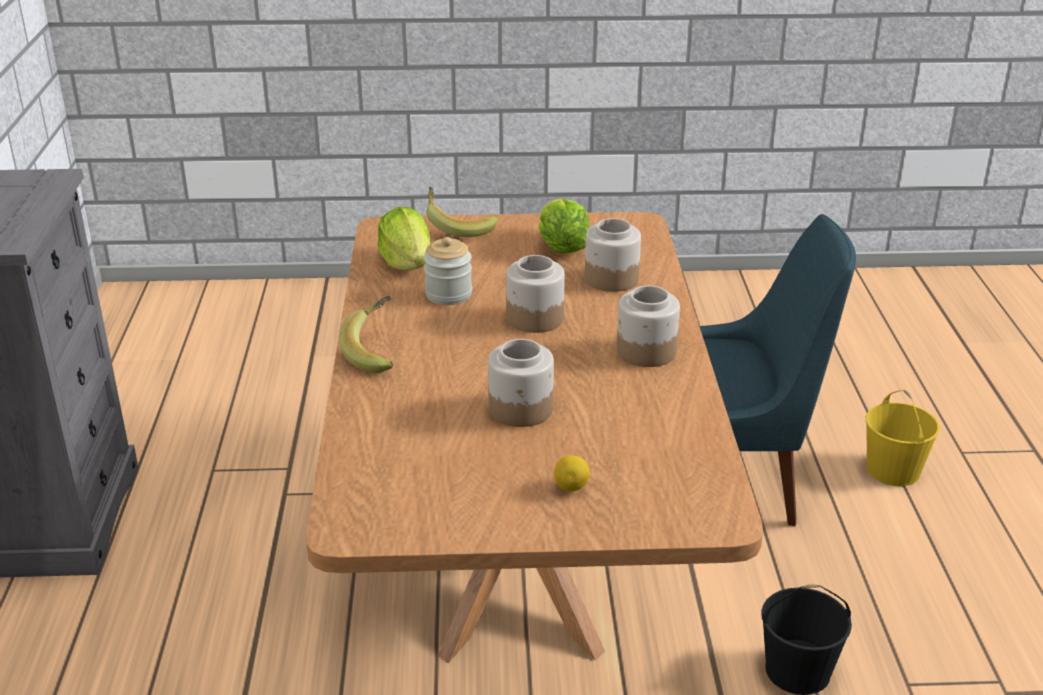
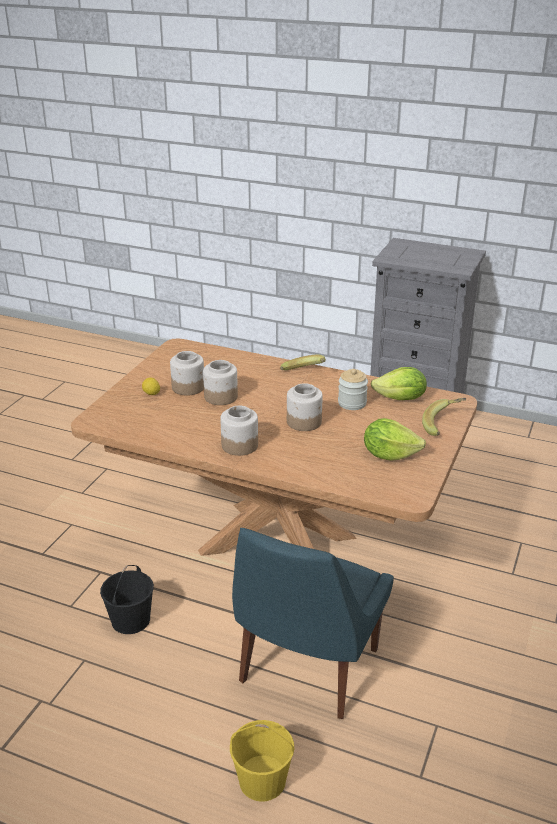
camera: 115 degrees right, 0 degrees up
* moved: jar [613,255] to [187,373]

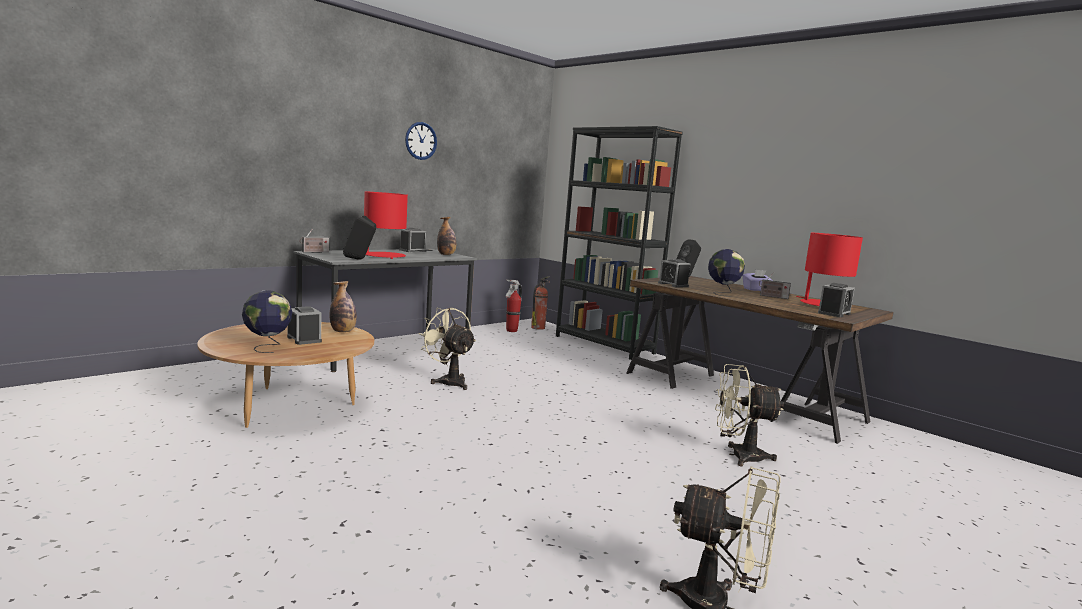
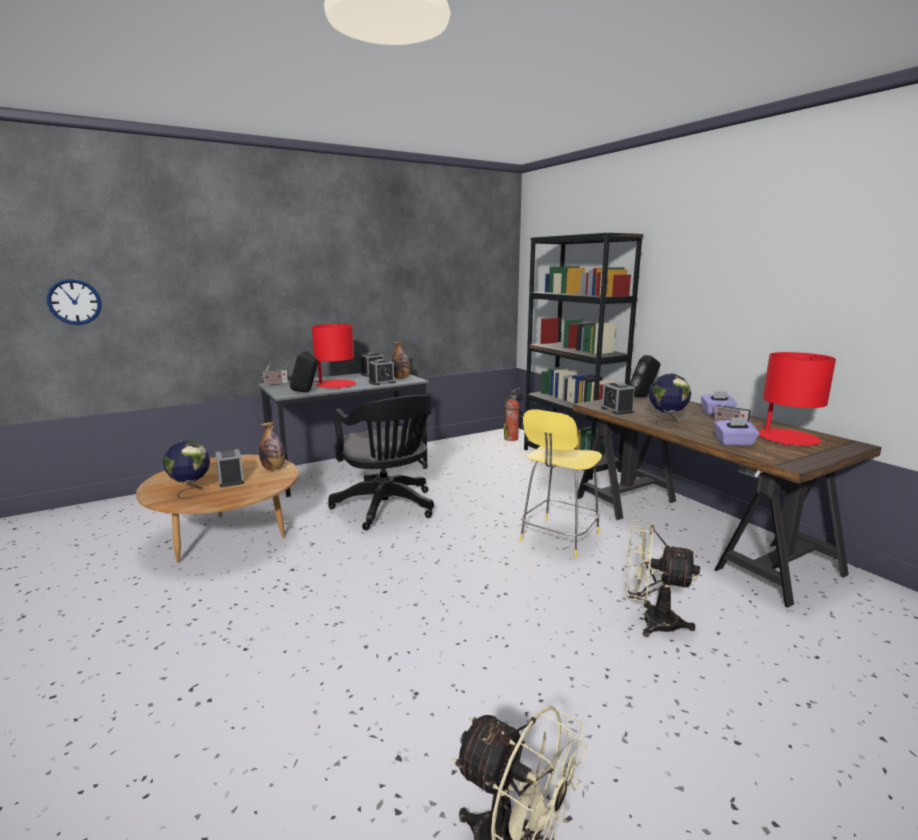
camera: 15 degrees right, 5 degrees up
* moved: wall clock [421,141] to [74,302]
* removed: fire extinguisher [513,305]
* moved: alarm clock [836,300] to [382,372]
* replaced: fan/beige [447,349] to office chair/blackish [381,462]
* added: sitting stool/yellow-coloured [561,483]
* added: tissue box/purple-coloured [737,431]

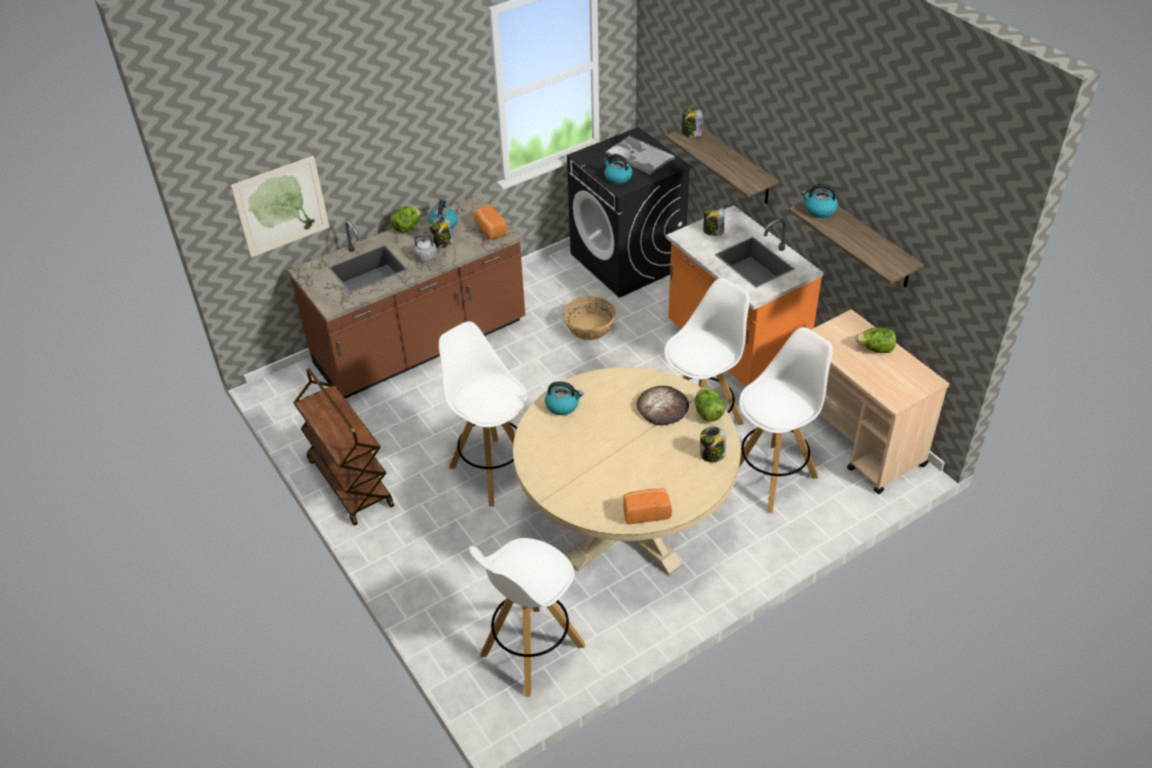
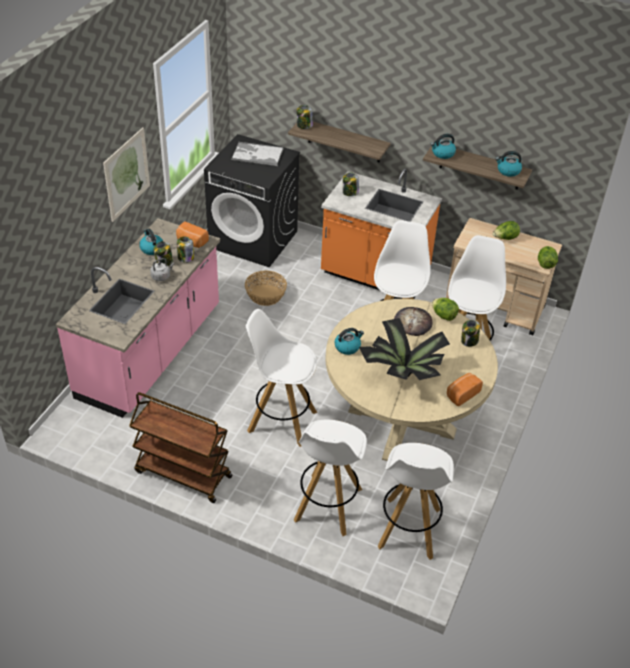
camera: 35 degrees left, 0 degrees up
* moved: tea kettle [618,169] to [508,164]
* moved: picture [280,207] to [126,174]
* recoloured: kitchen counter/brown [406,297] to kitchen counter/pink [138,318]
* moved: head of lettuce [405,219] to [548,257]
* added: jar [185,249]
* added: potted plant [404,349]
* added: sitting stool/white-coloured [330,478]

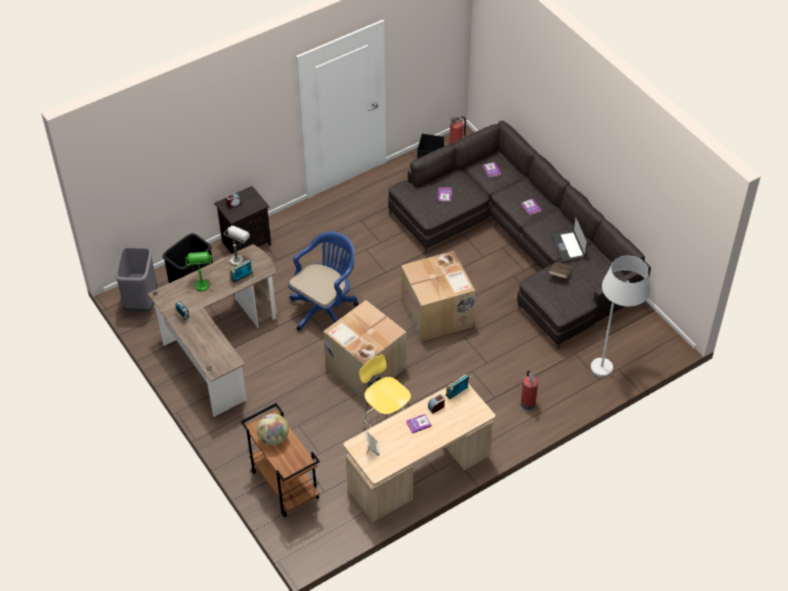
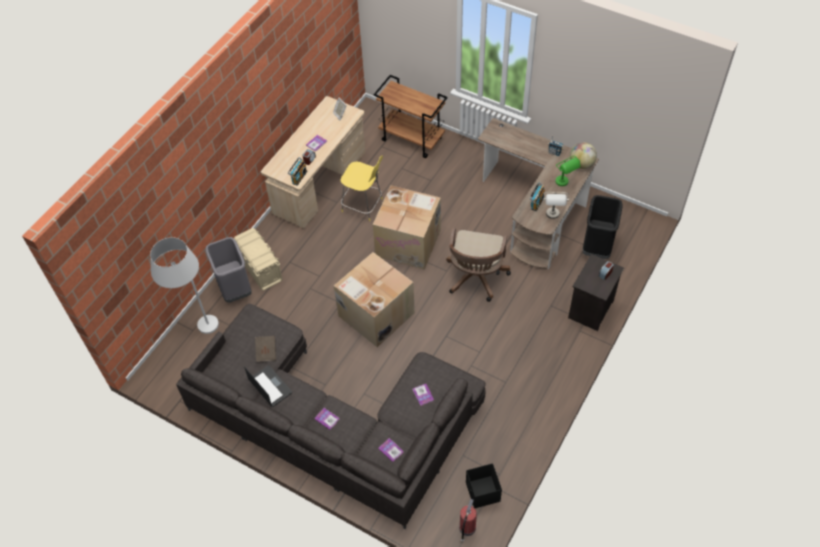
camera: 155 degrees right, 5 degrees up
* recoloured: office chair/bluish [323,281] to office chair/brown [478,264]
* moved: rubbish bin/grey [136,279] to [228,270]
* replaced: fire extinguisher [529,390] to storage box/beige [258,259]
* moved: desk globe [273,430] to [583,155]

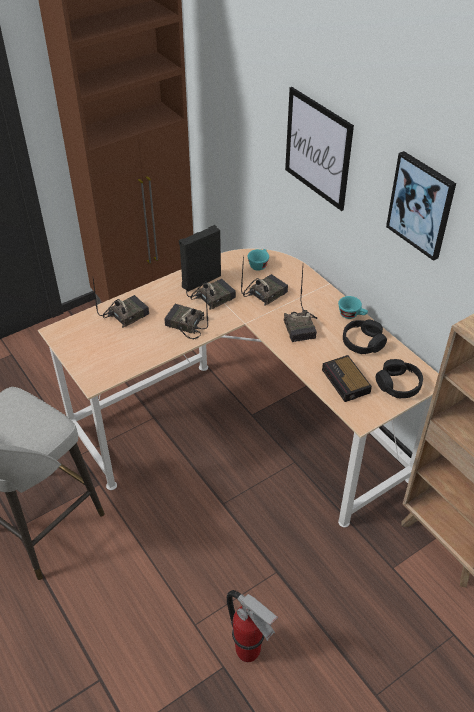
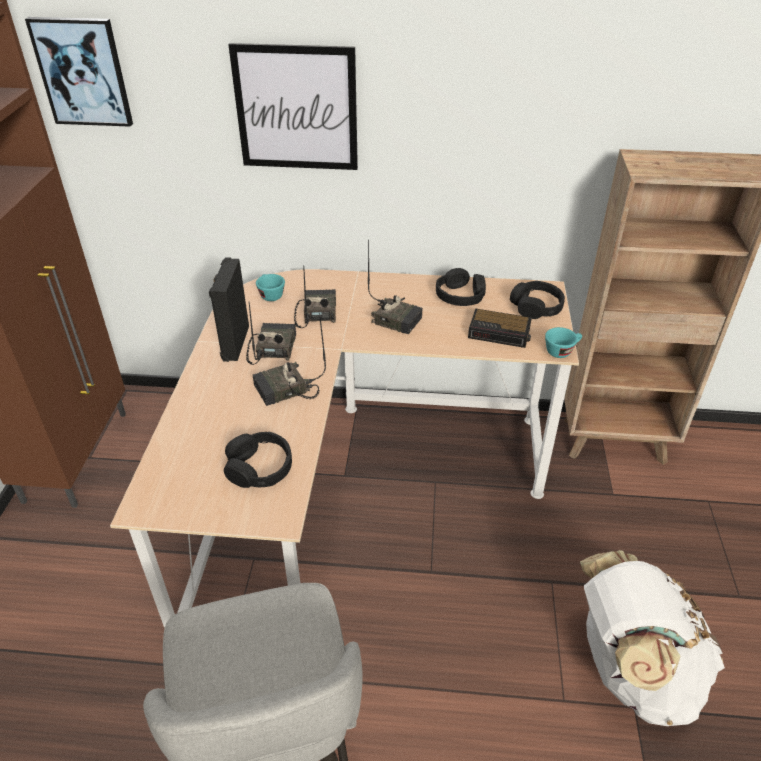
camera: 50 degrees left, 5 degrees down
* moved: picture [421,206] to [79,72]
* removed: radio [121,303]
* moved: cup/turquoise-coloured [353,307] to [563,342]
* replaced: fire extinguisher [252,626] to backpack/white-coloured [652,638]
* added: headset/blackish [258,460]

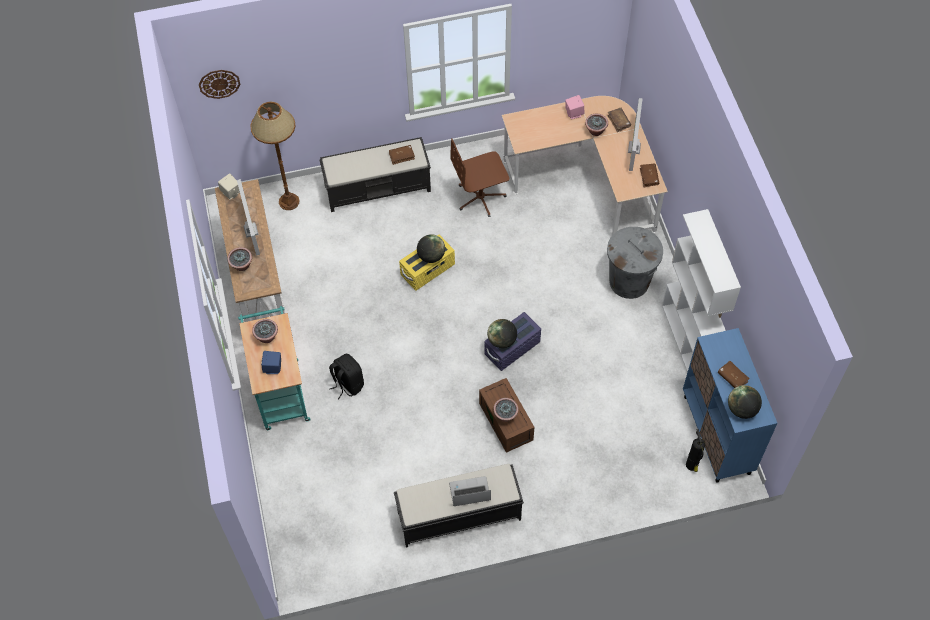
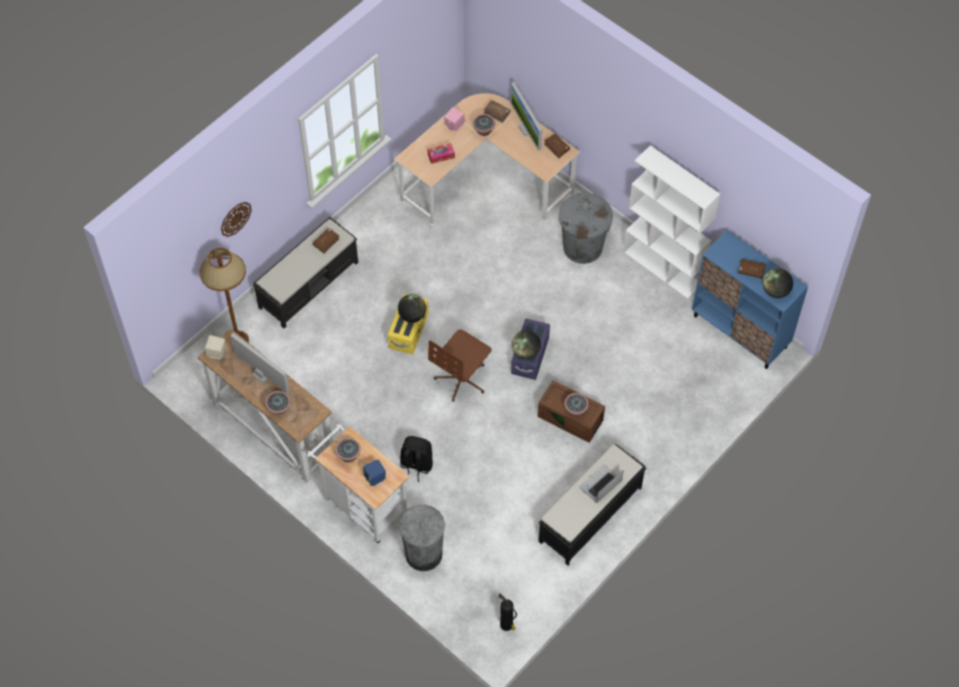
camera: 35 degrees left, 0 degrees up
* moved: wall clock [219,84] to [236,219]
* moved: office chair/brown [479,177] to [460,366]
* recoloured: cart/turquoise-coloured [274,368] to cart/white-coloured [358,484]
* moved: fire extinguisher [695,450] to [507,612]
* added: tissue box [441,153]
* added: rubbish bin/grey [422,538]

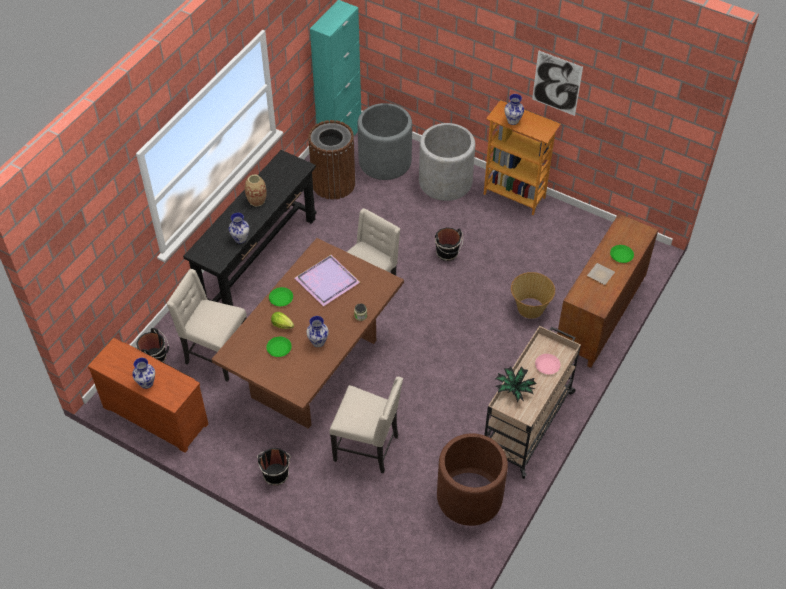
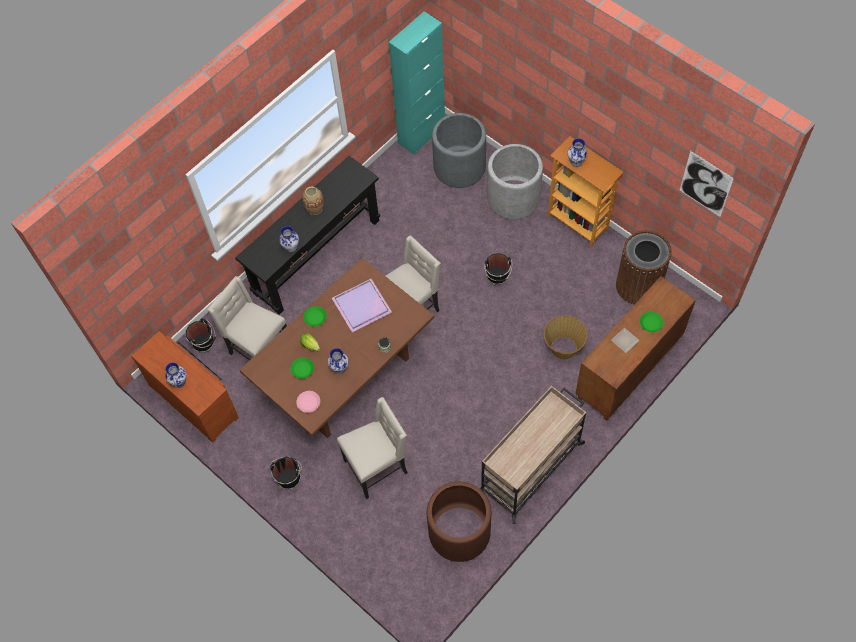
camera: 15 degrees right, 10 degrees up
* moved: picture [557,83] to [707,184]
* moved: rubbish bin/brown [331,160] to [644,267]
* moved: dinner plate/pink [547,364] to [308,402]
* removed: potted plant [515,384]
* turned: chair/beige [366,425] = [372,448] 60 degrees counterclockwise

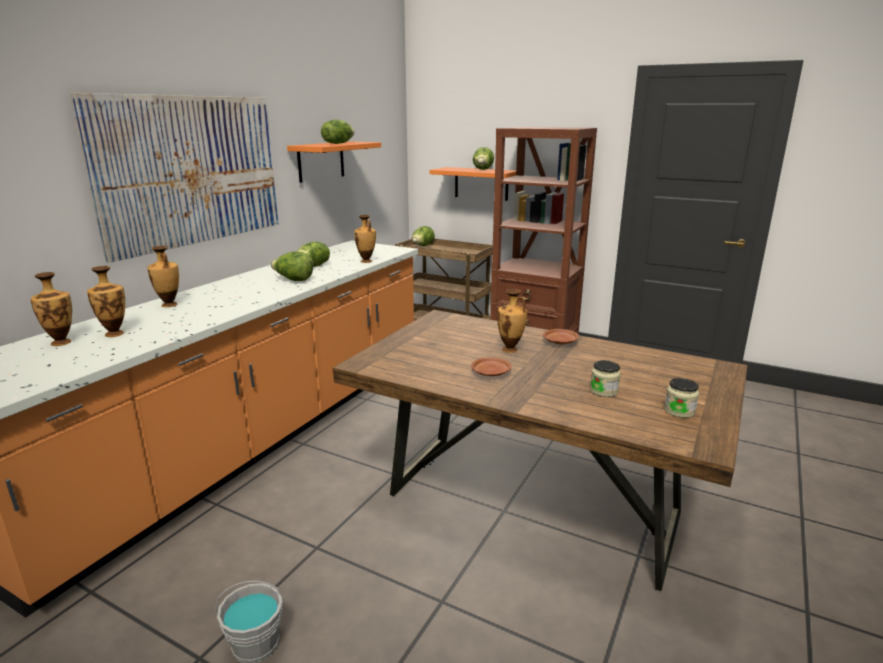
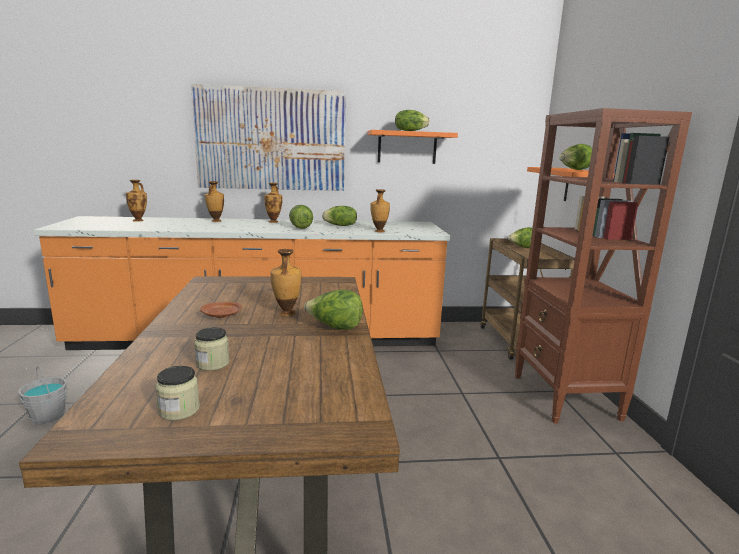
camera: 55 degrees right, 5 degrees down
* moved: flower vase [106,301] to [273,203]
* replaced: dinner plate/brown [561,336] to head of lettuce [333,310]

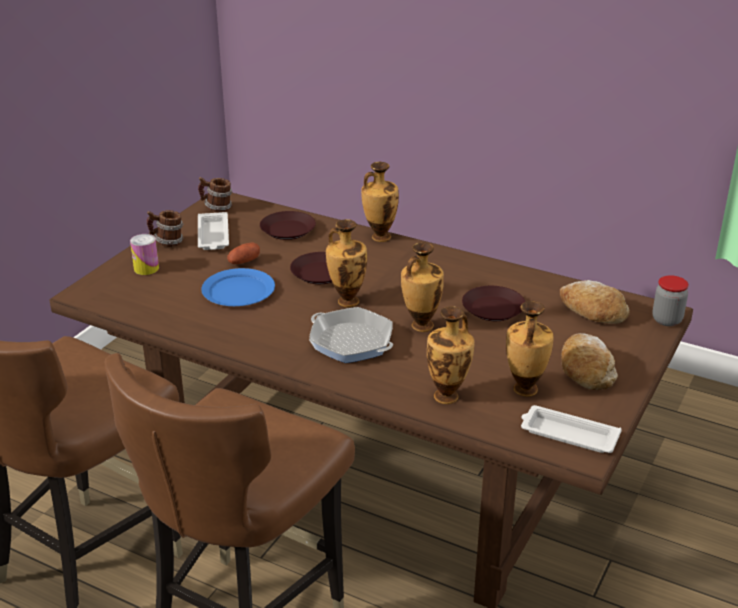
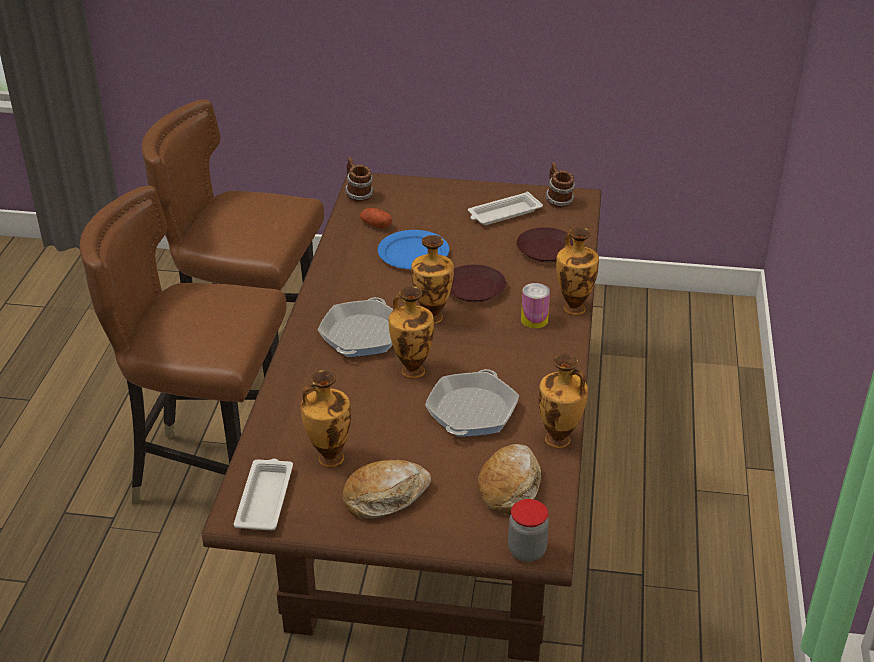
camera: 70 degrees right, 5 degrees up
* moved: tea mug [165,228] to [359,179]
* moved: metal can [144,254] to [535,306]
* moved: whole potato [243,253] to [376,218]
* replaced: dinner plate/brown [494,303] to pan [472,403]
* moved: flower vase [451,355] to [563,401]

